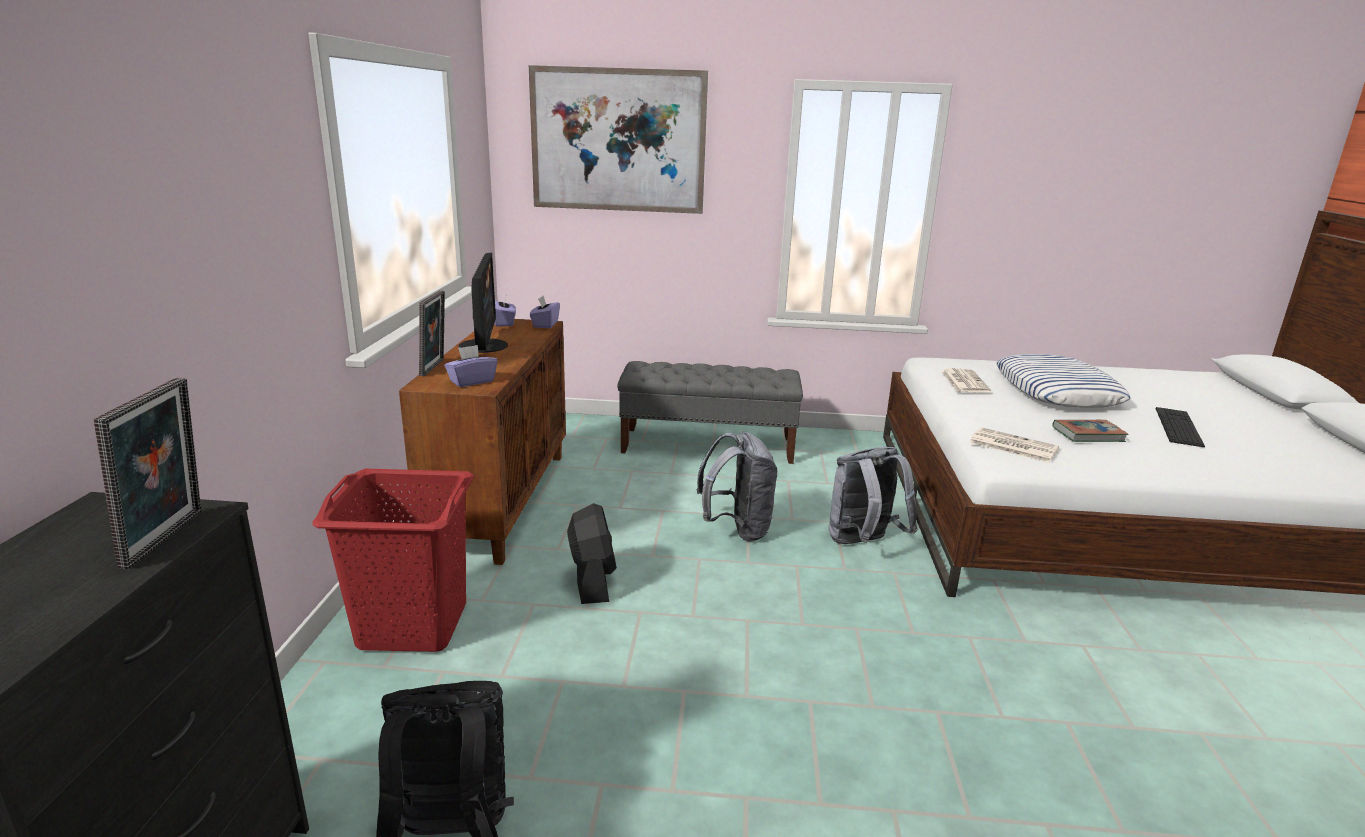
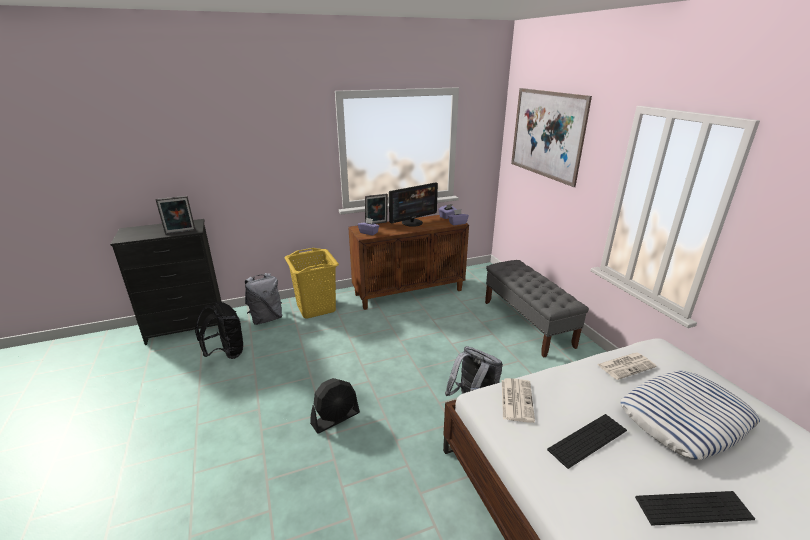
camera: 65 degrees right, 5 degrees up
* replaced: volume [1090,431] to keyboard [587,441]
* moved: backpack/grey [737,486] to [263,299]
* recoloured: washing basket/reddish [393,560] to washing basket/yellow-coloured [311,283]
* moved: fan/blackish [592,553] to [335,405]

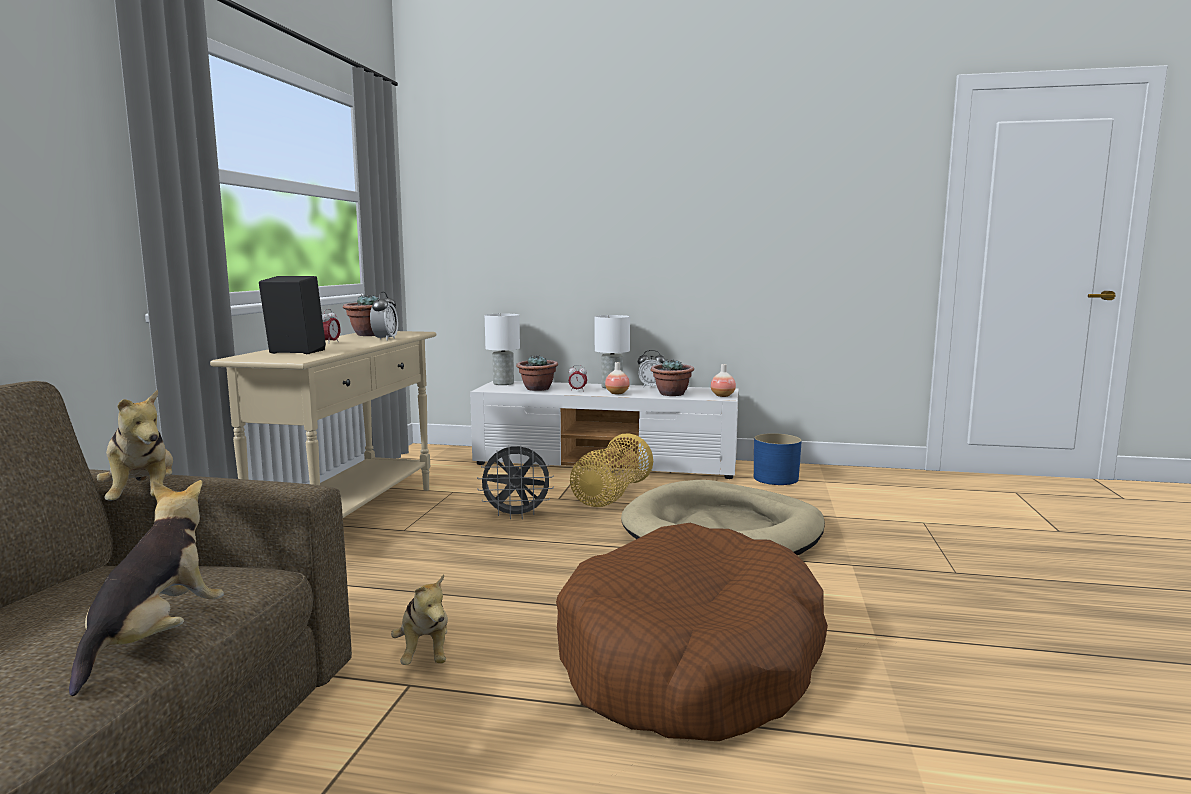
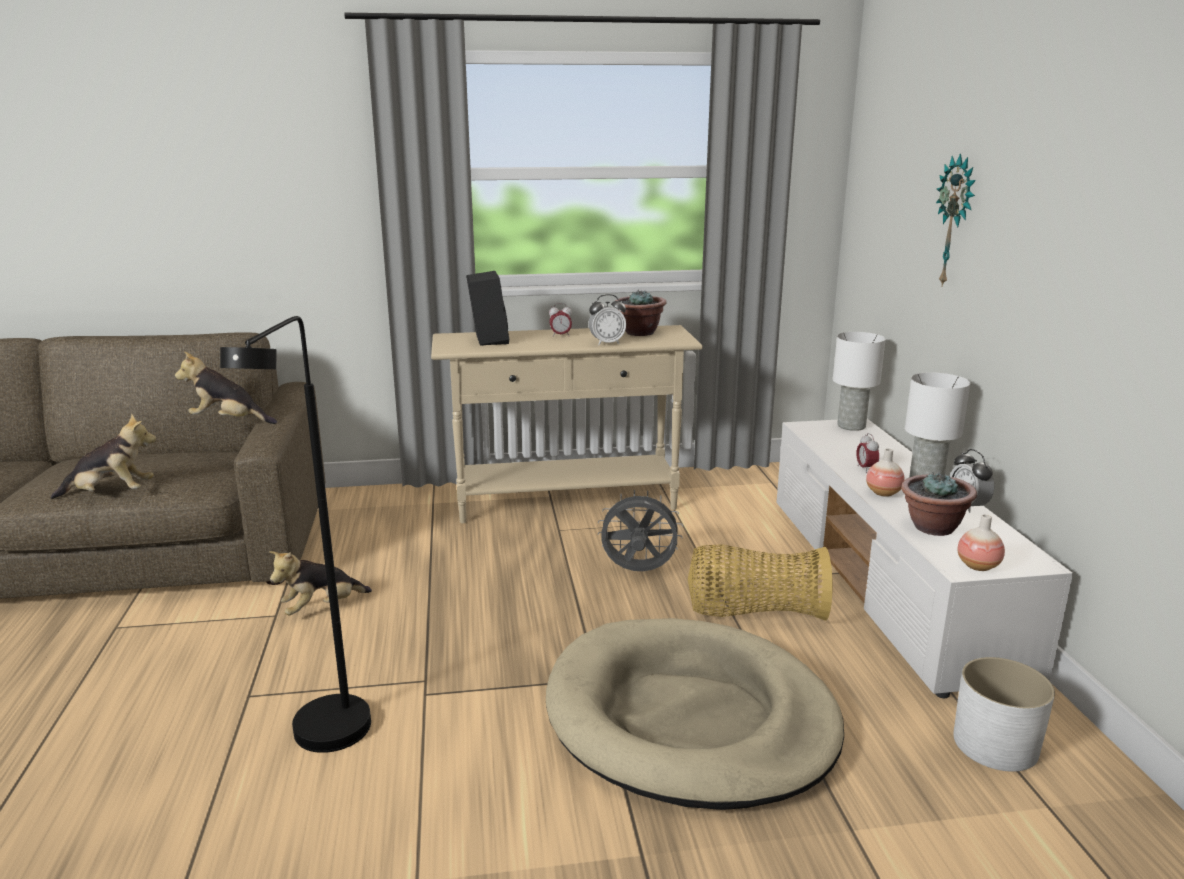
camera: 70 degrees right, 10 degrees up
* removed: potted plant [537,373]
* turned: soft toy [134,445] = [226,388] 60 degrees clockwise
* recoloured: plant pot/bluish [778,459] to plant pot/white-coloured [1004,714]
* turned: fan/grey [515,483] = [640,530] 120 degrees clockwise
* replaced: dog cushion/brown [692,632] to standard lamp/blackish [295,534]
* added: wall clock [956,219]

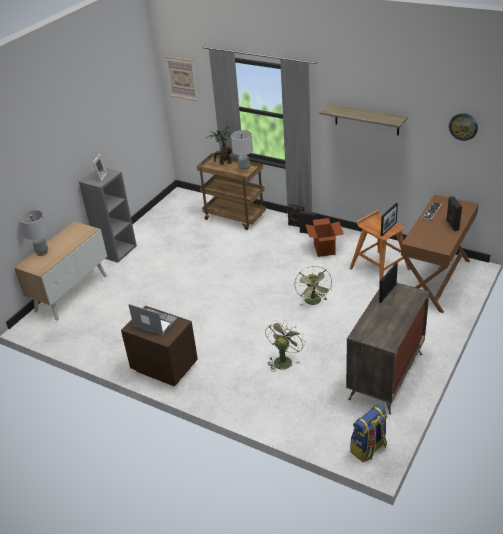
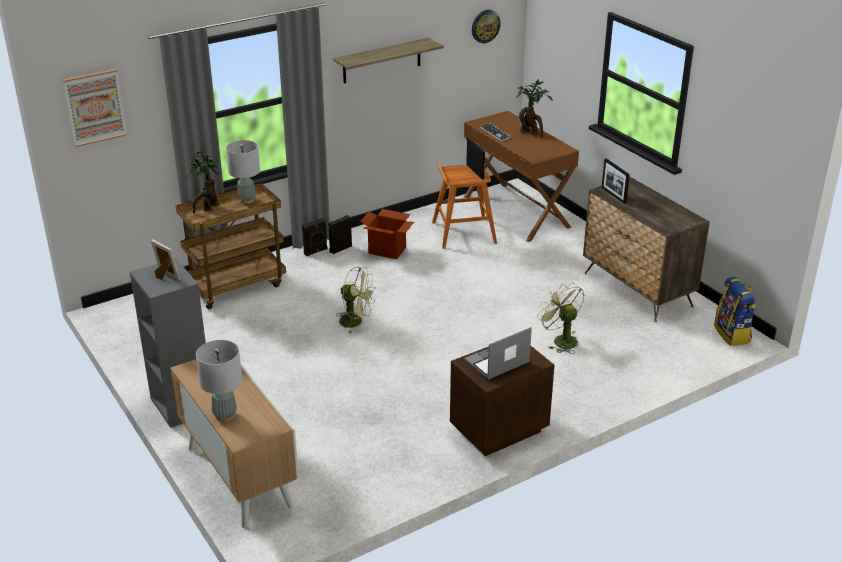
camera: 65 degrees left, 5 degrees down
* replaced: speaker/blackish [454,213] to potted plant [534,108]
* moved: fan/greenish [313,286] to [356,300]

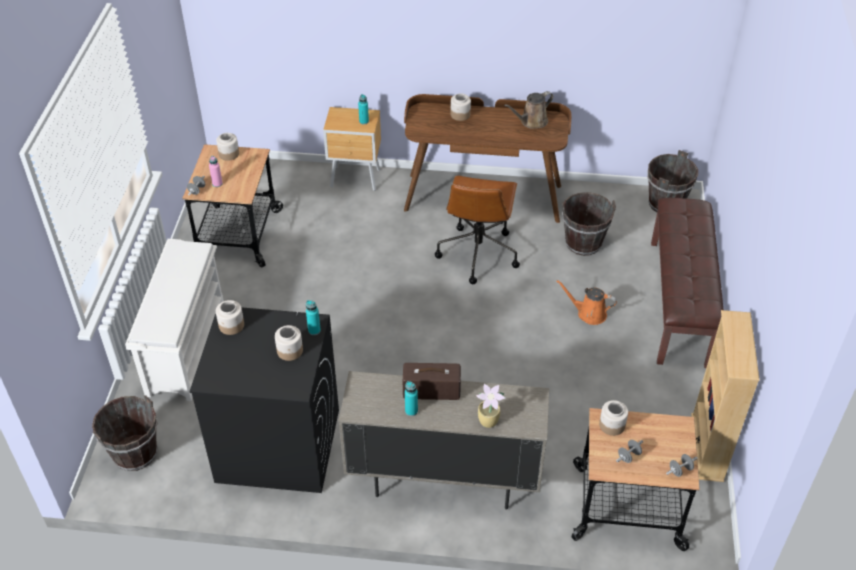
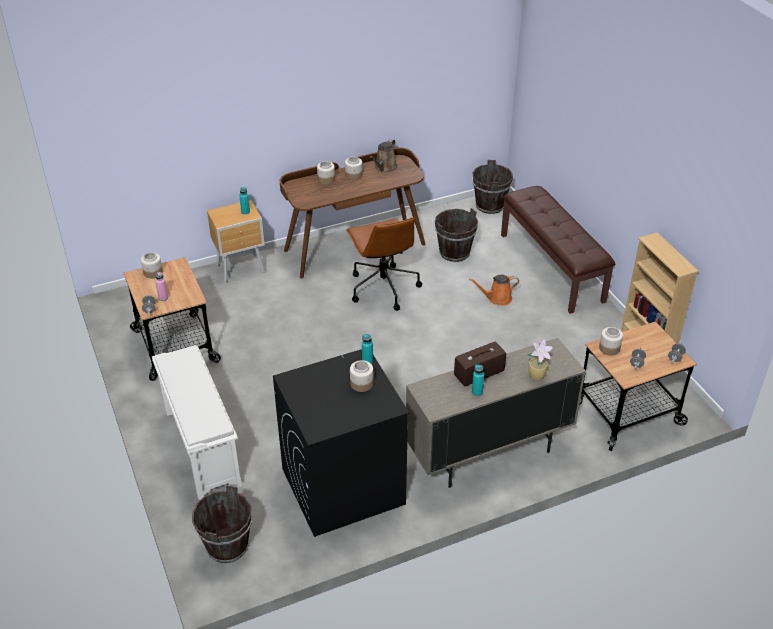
camera: 30 degrees left, 5 degrees down
* moved: jar [230,317] to [354,168]

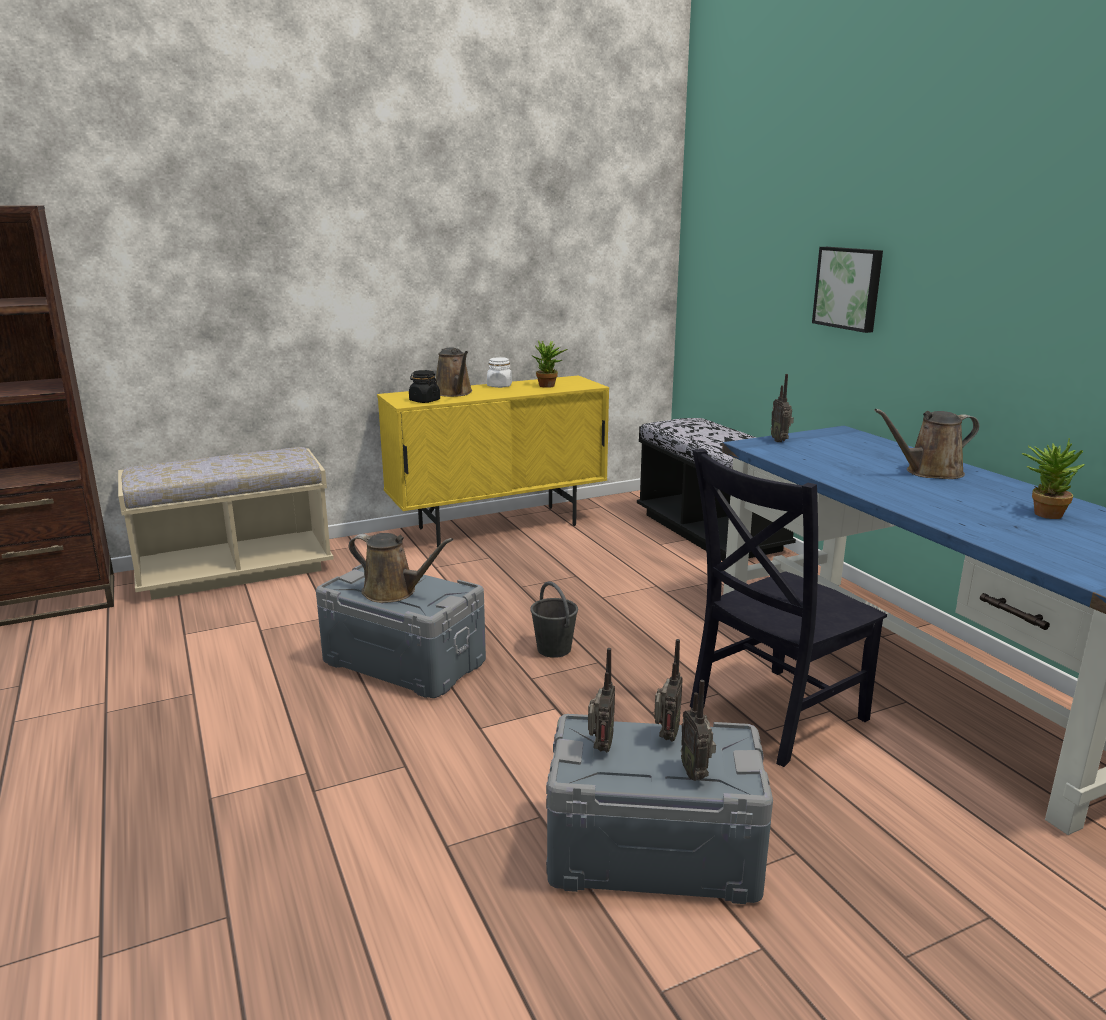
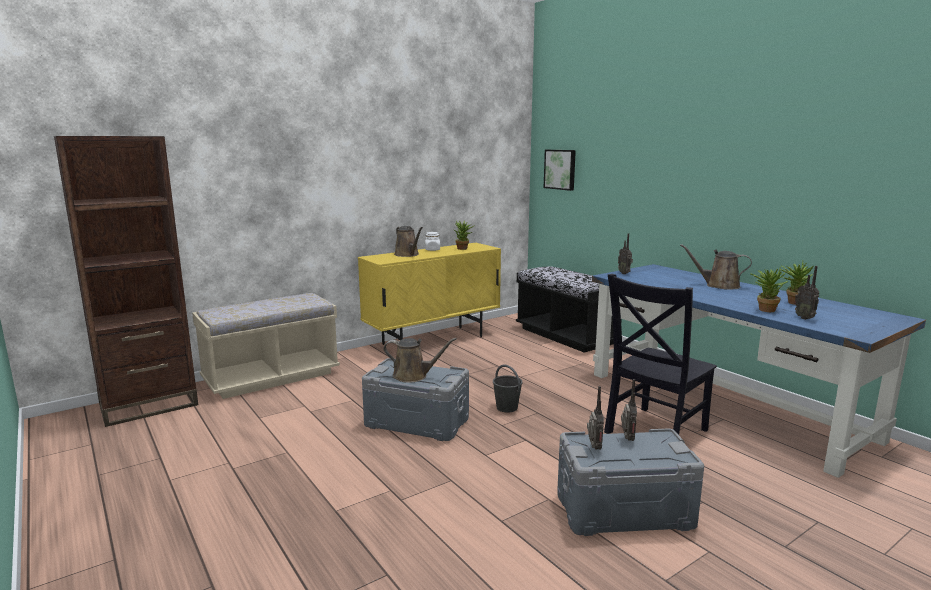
camera: 10 degrees left, 5 degrees down
* moved: picture [847,290] to [560,170]
* removed: jar/blackish [424,386]
* turned: watering pot/brown [926,444] = [716,267] 45 degrees clockwise
* moved: radio [698,730] to [806,293]
* added: potted plant [769,289]

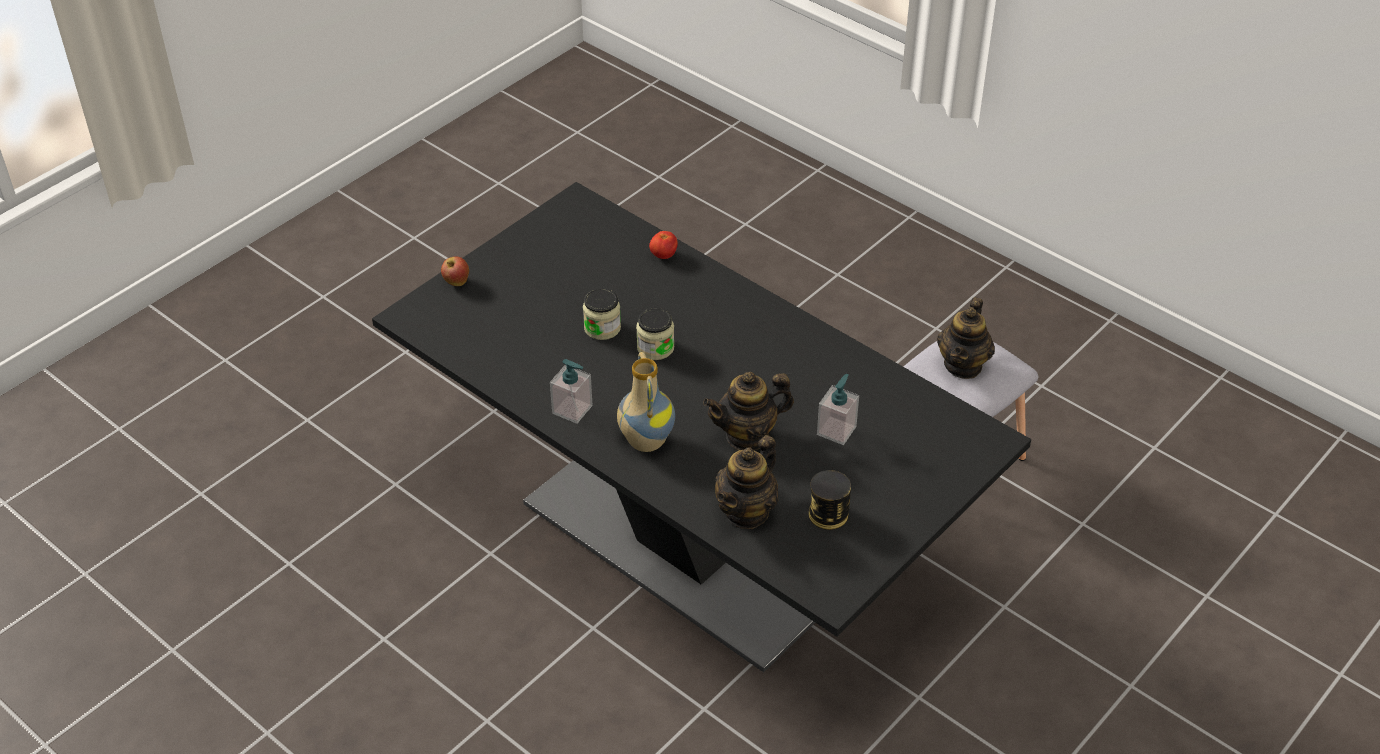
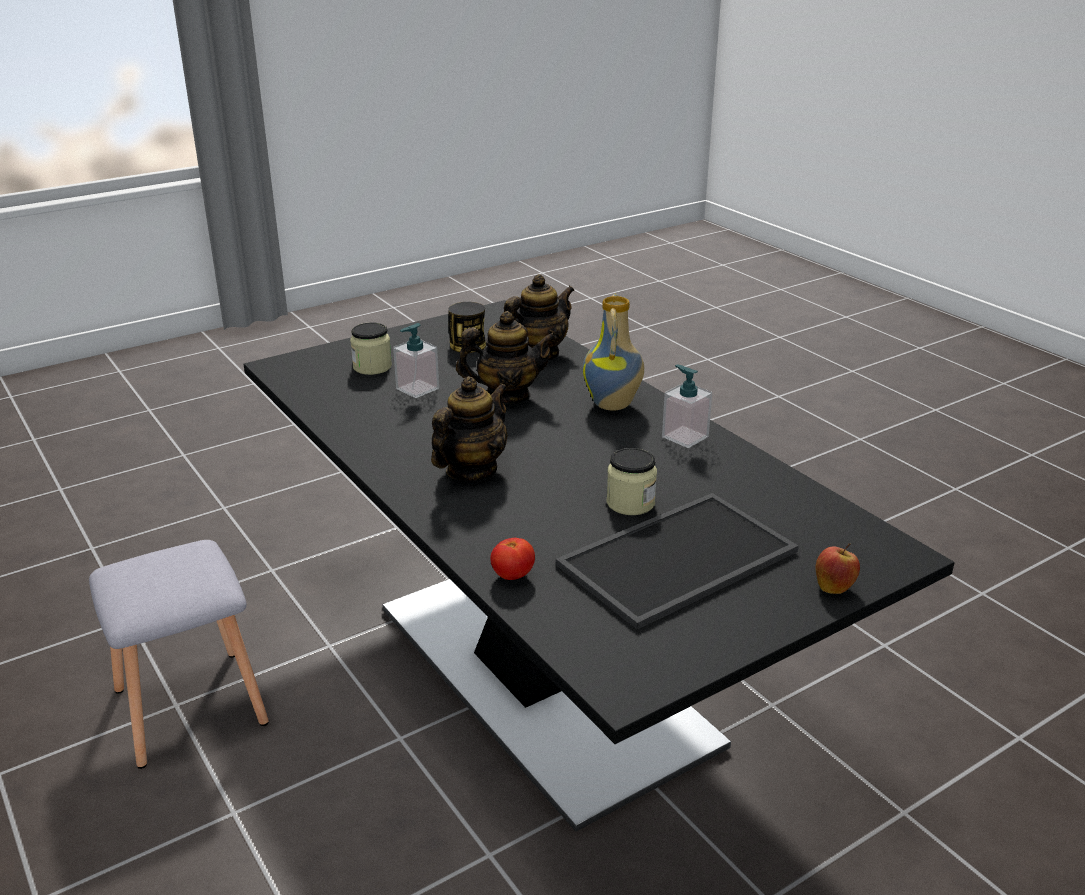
camera: 165 degrees left, 15 degrees down
* moved: pot for tea [966,338] to [469,428]
* moved: jar [655,334] to [371,348]
* added: tray [677,561]

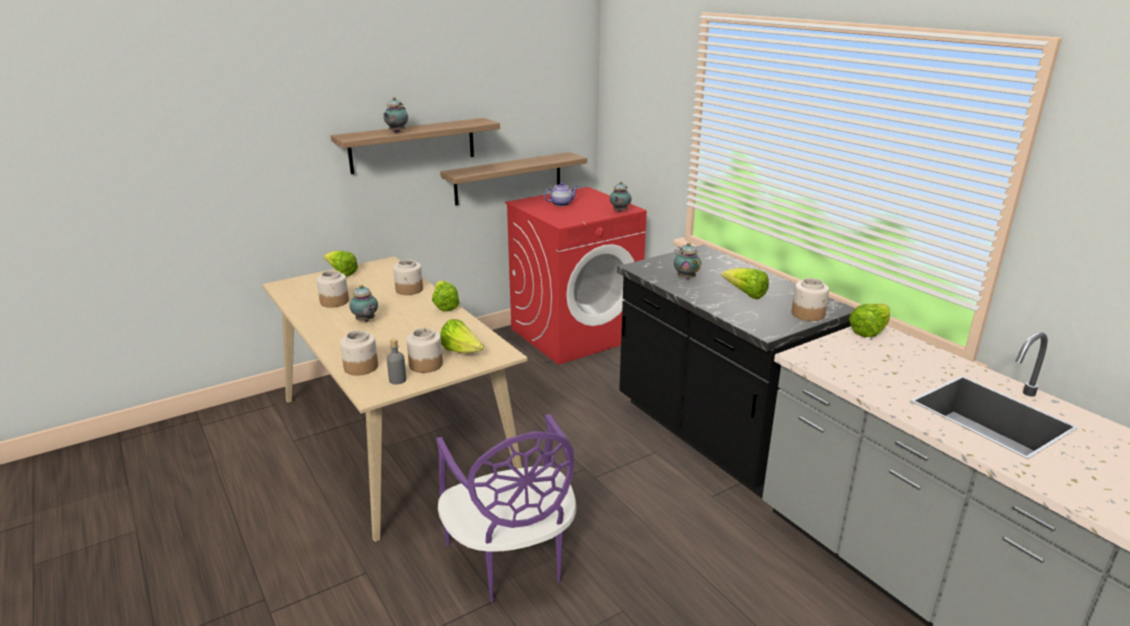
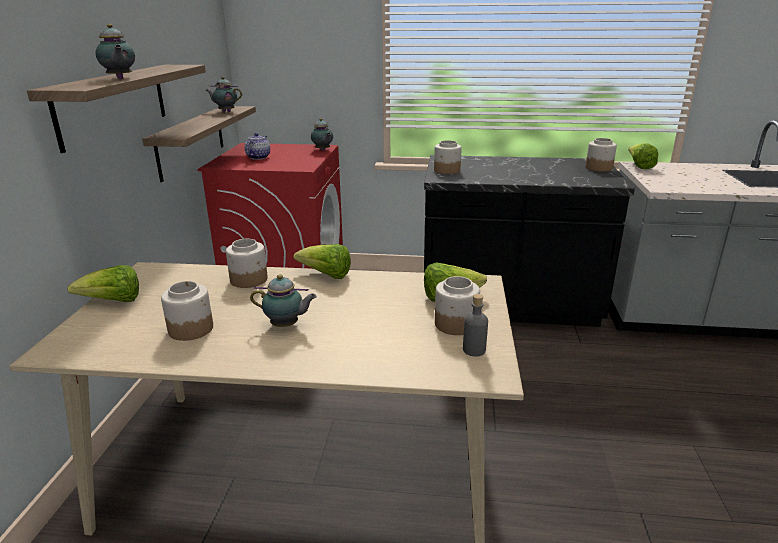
camera: 50 degrees left, 0 degrees up
* moved: pot for tea [687,261] to [223,94]
* removed: head of lettuce [745,283]
* moved: jar [359,353] to [448,157]
* removed: chair/purple-coloured [506,508]

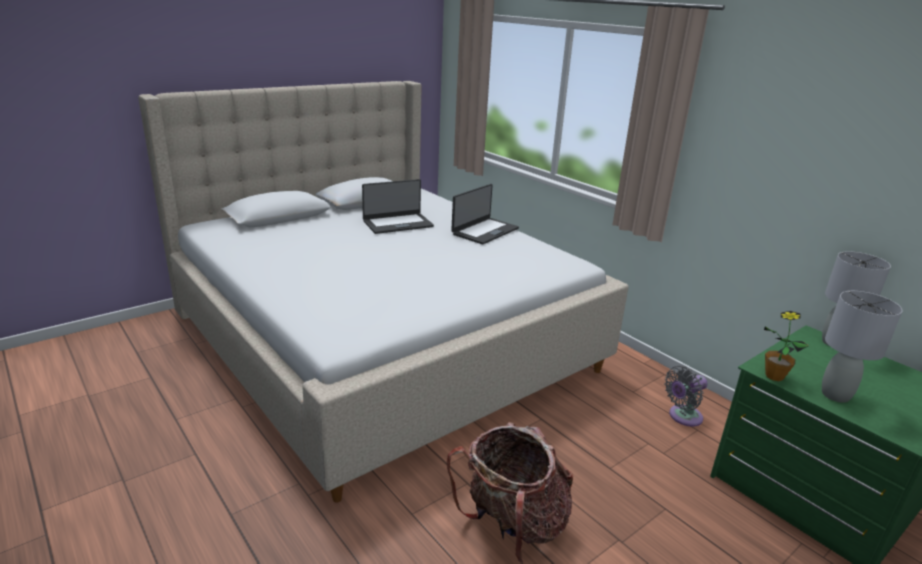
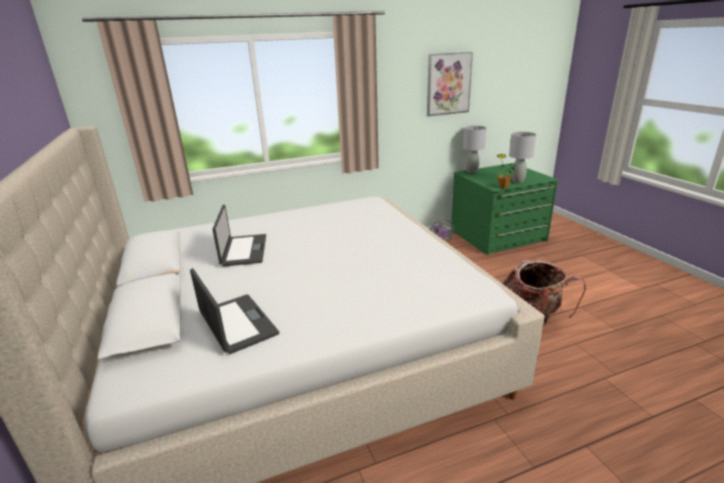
camera: 70 degrees left, 0 degrees up
* moved: laptop [485,214] to [234,311]
* added: picture [450,84]

